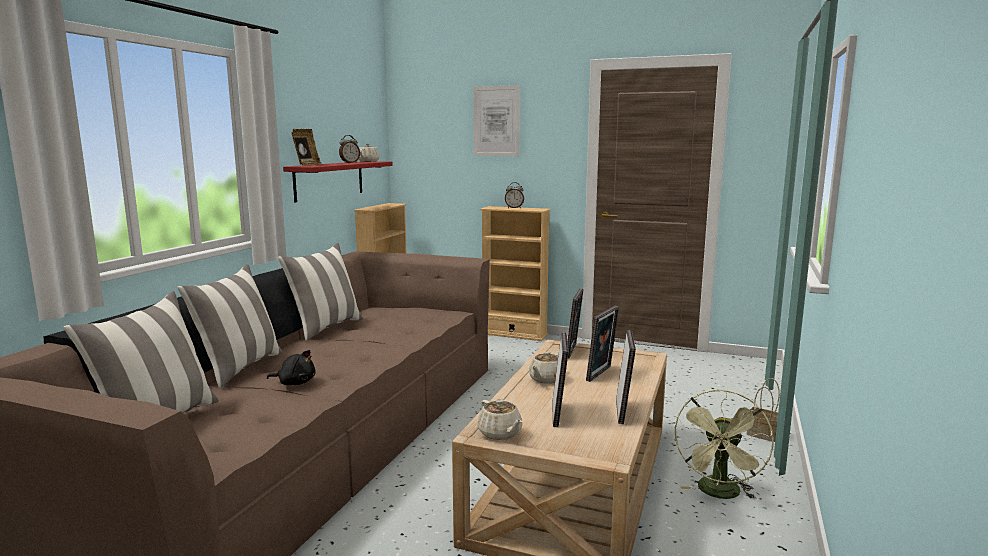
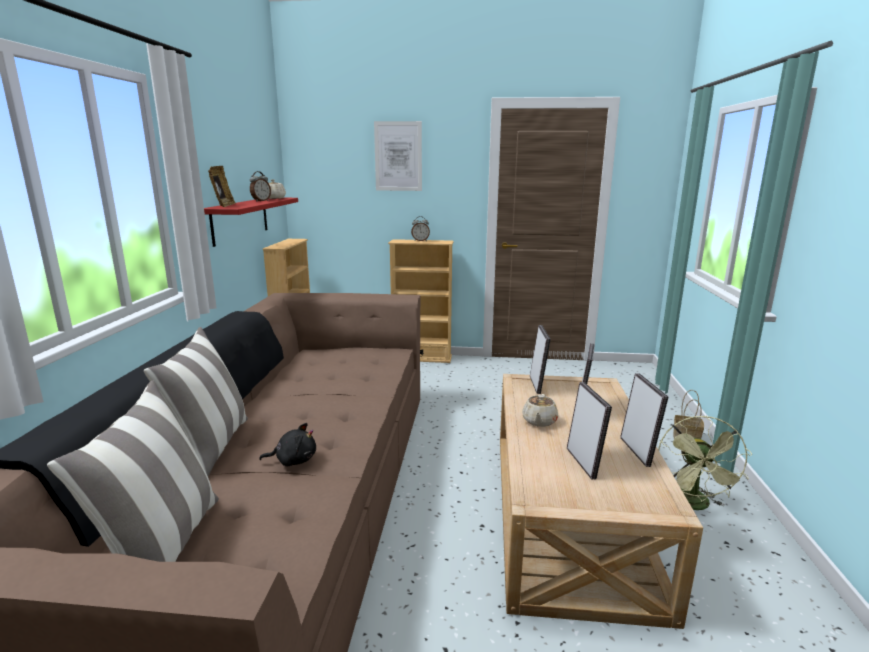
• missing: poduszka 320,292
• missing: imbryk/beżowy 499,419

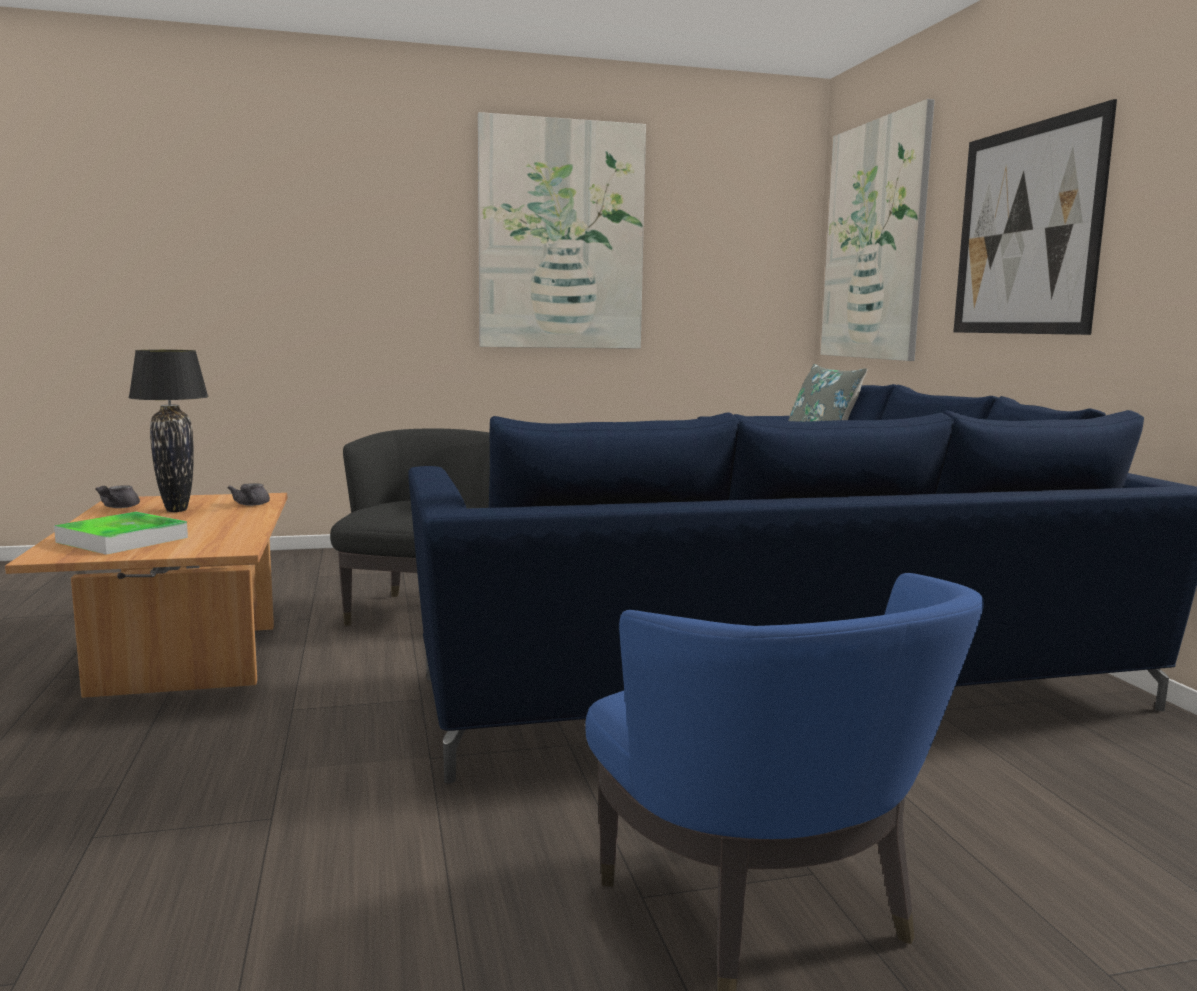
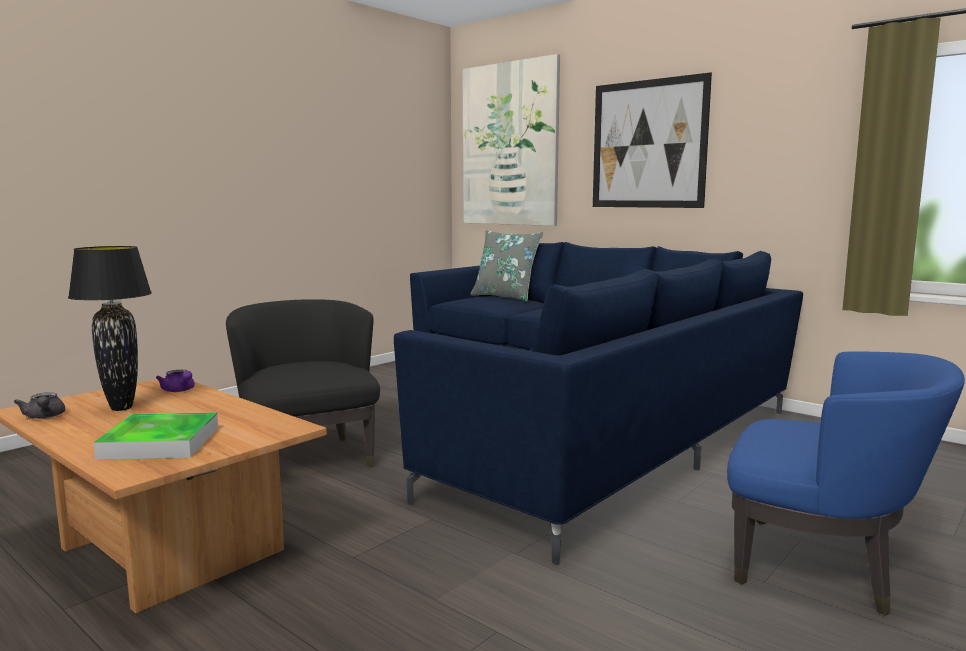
• colour: imbryk/szary 248,494 to imbryk/fioletowy 175,381
• missing: obraz 562,230

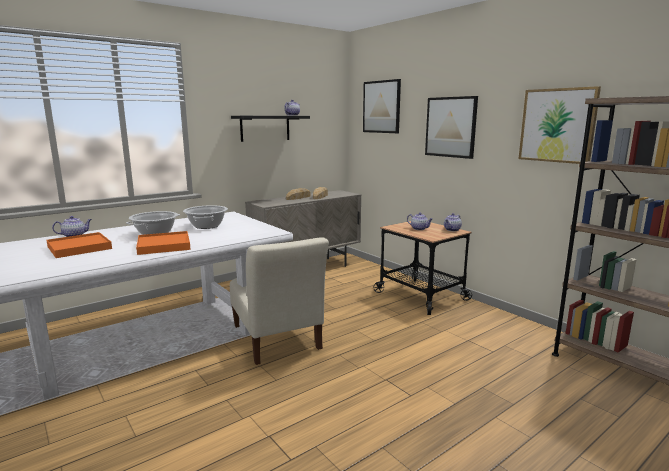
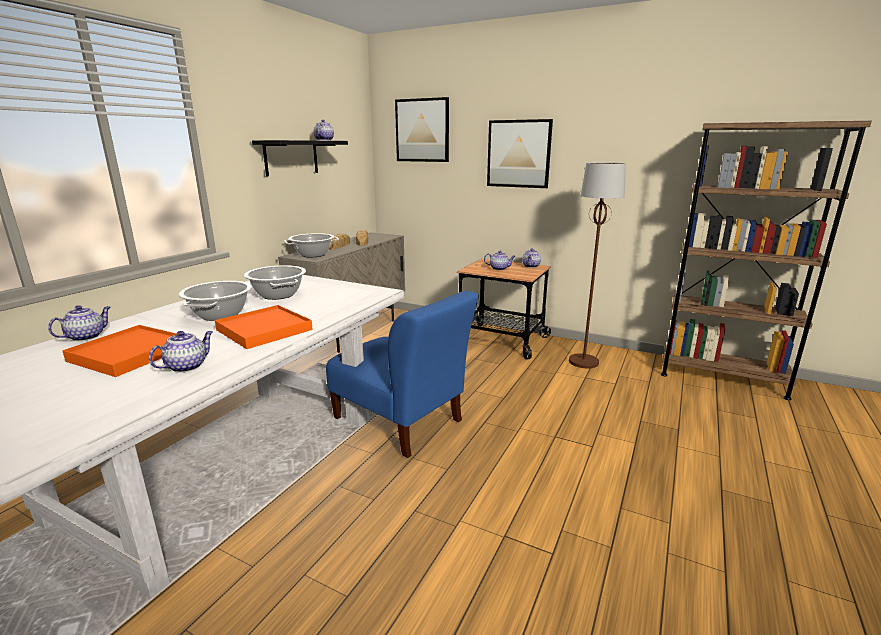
• colour: krzesło/beżowy 279,301 to krzesło/niebieski 402,374
• missing: obraz 560,125
• appeared: imbryk 181,352
• appeared: garnek 311,245
• appeared: lampa stojąca/brązowy 597,265

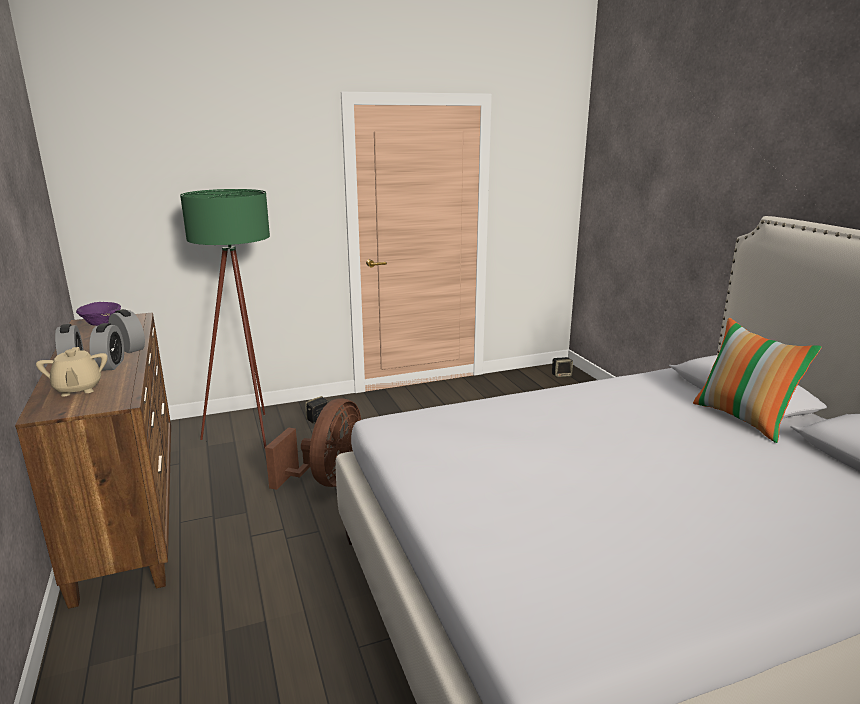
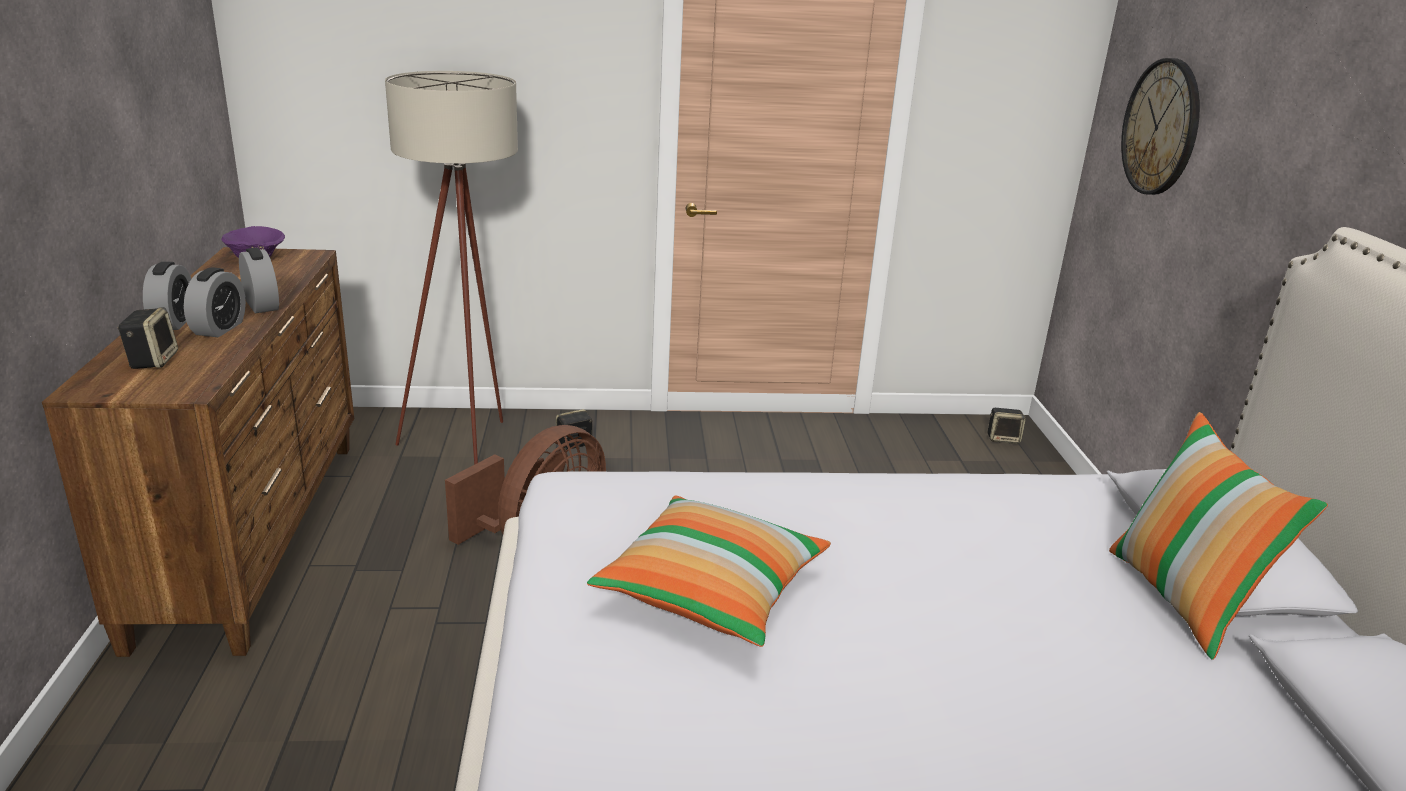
• exchanged: imbryk/beżowy 72,372 to głośnik 147,338
• colour: lampa stojąca/zielony 225,318 to lampa stojąca/beżowy 451,268
• appeared: poduszka 709,571
• appeared: zegar ścienny 1160,126

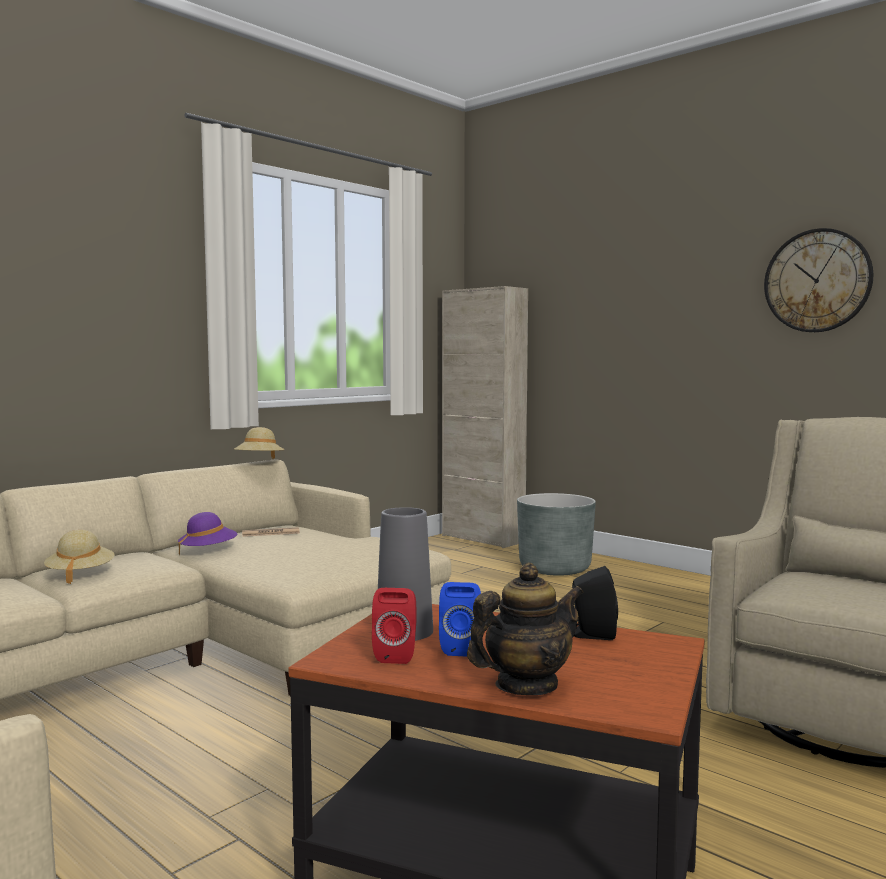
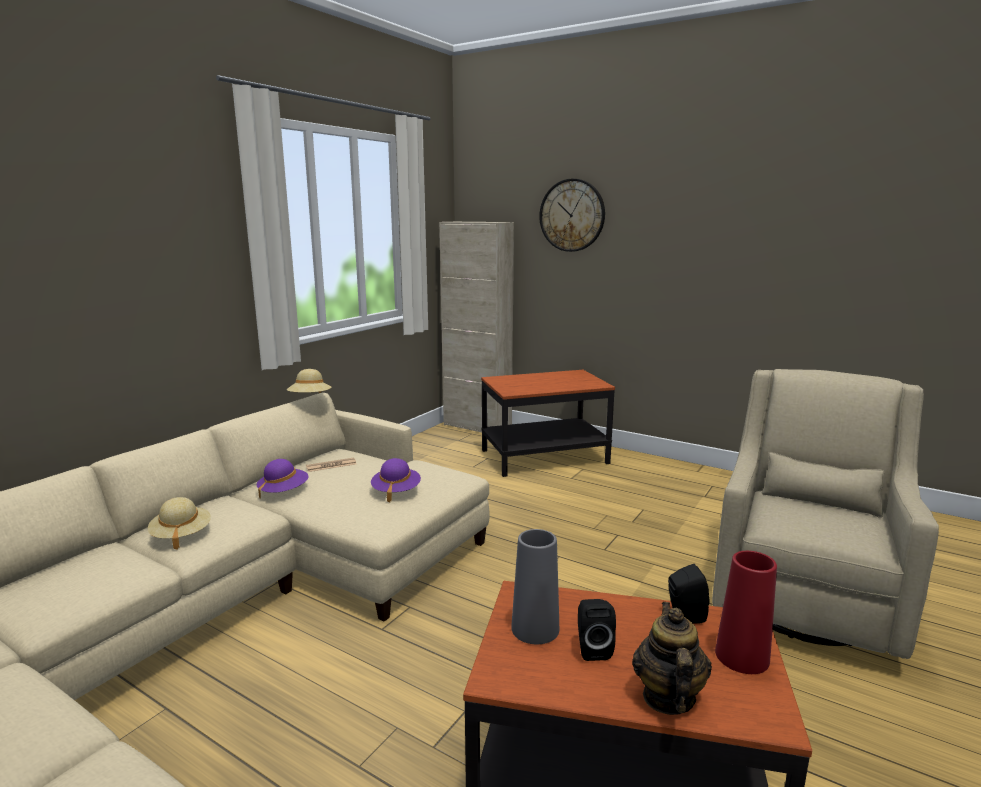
• missing: głośnik/czerwony 394,626
• colour: głośnik/niebieski 460,619 to głośnik/czarny 597,630
• spun: imbryk 525,628 = 672,658 45 degrees counterclockwise
• exchanged: donica/szary 556,534 to stolik 548,423
• relocated: zegar ścienny 819,280 to 572,215
• appeared: kapelusz/fioletowy 396,480
• appeared: wazon/czerwony 746,612

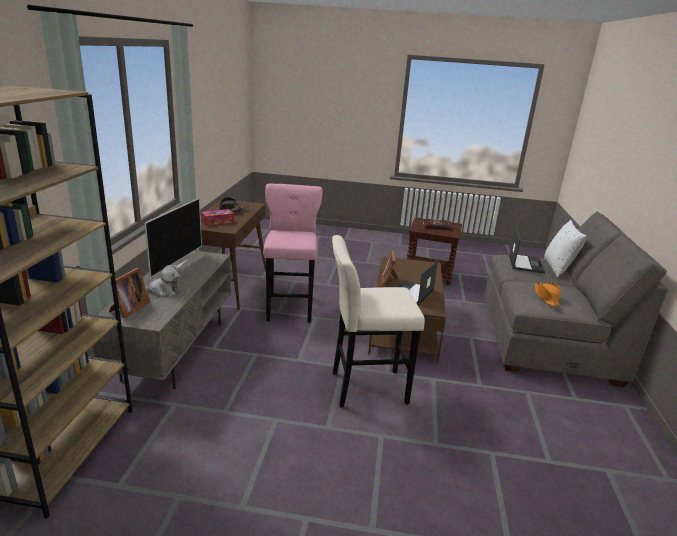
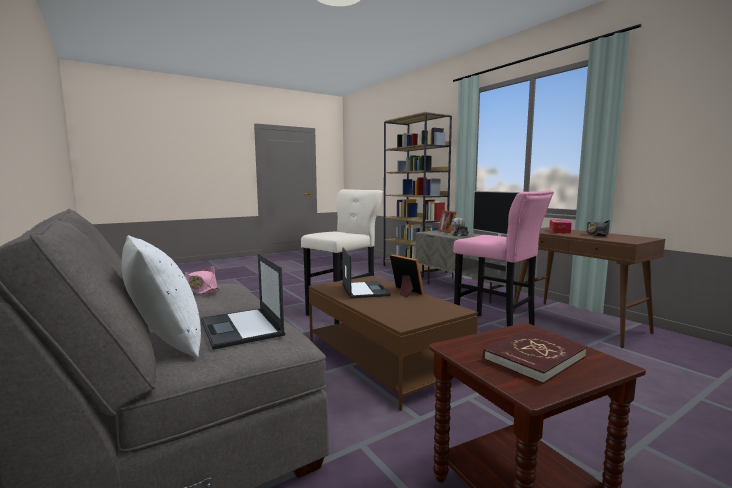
• colour: kapelusz/pomarańczowy 548,294 to kapelusz/różowy 202,280

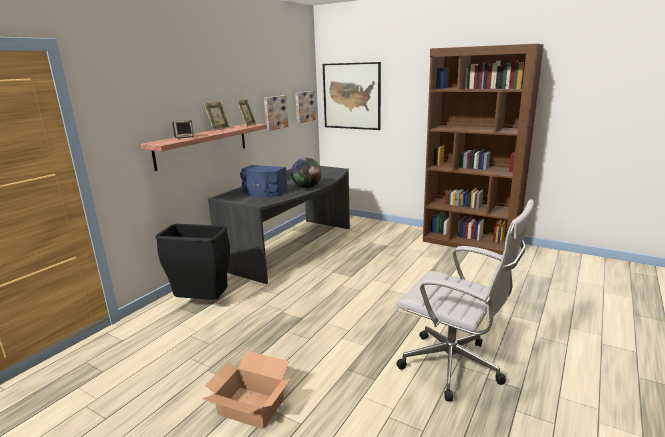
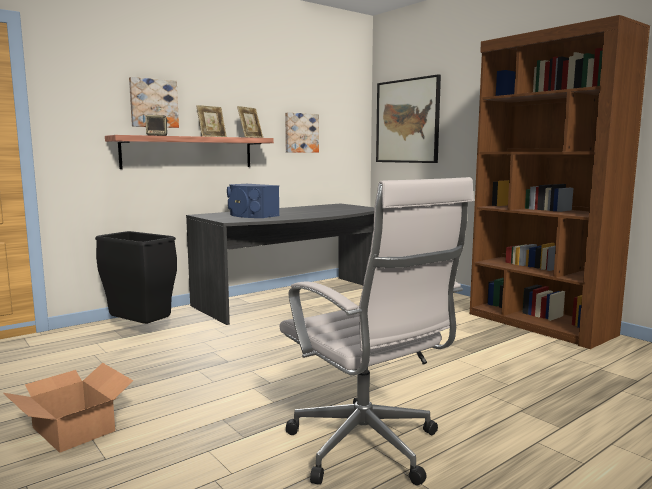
• missing: globus 306,173
• relocated: obraz 305,107 to 154,102

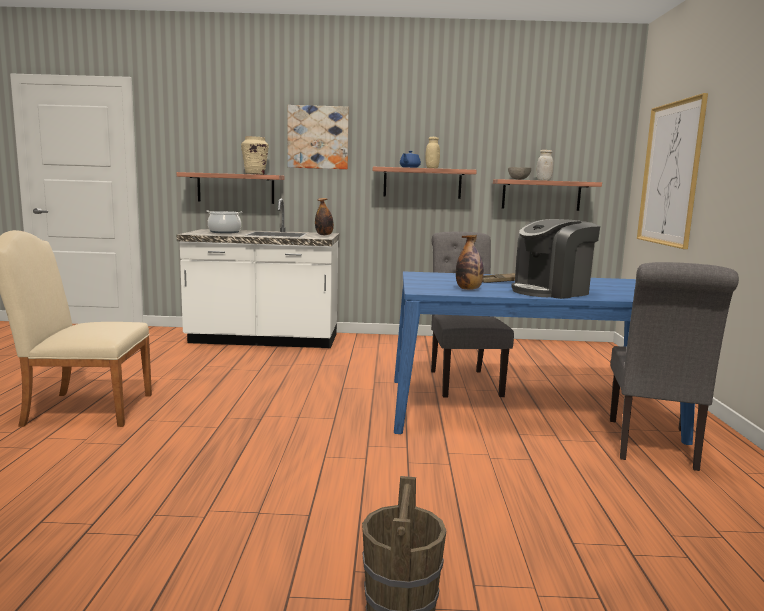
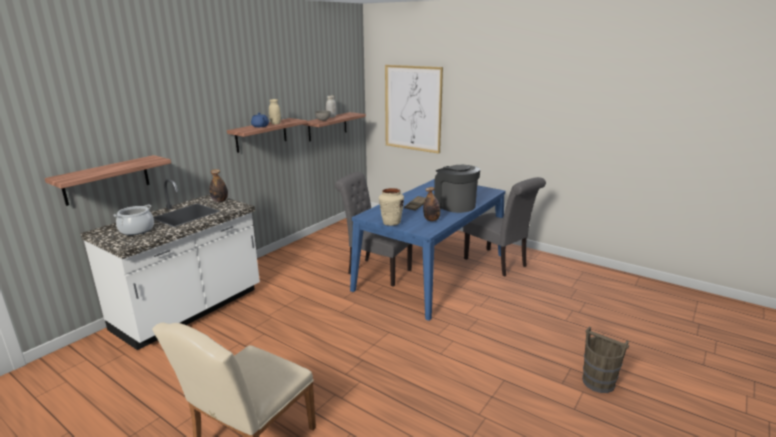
• relocated: wazon/beżowy 255,155 to 391,207
• missing: obraz 318,137
• spun: ekspres do kawy 555,259 = 457,189 135 degrees clockwise

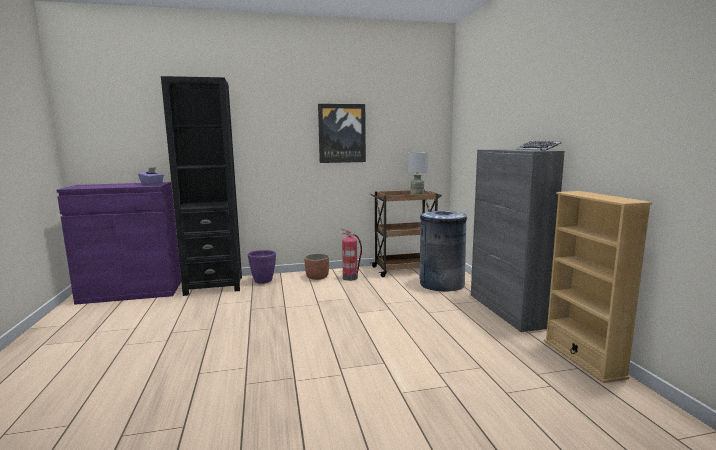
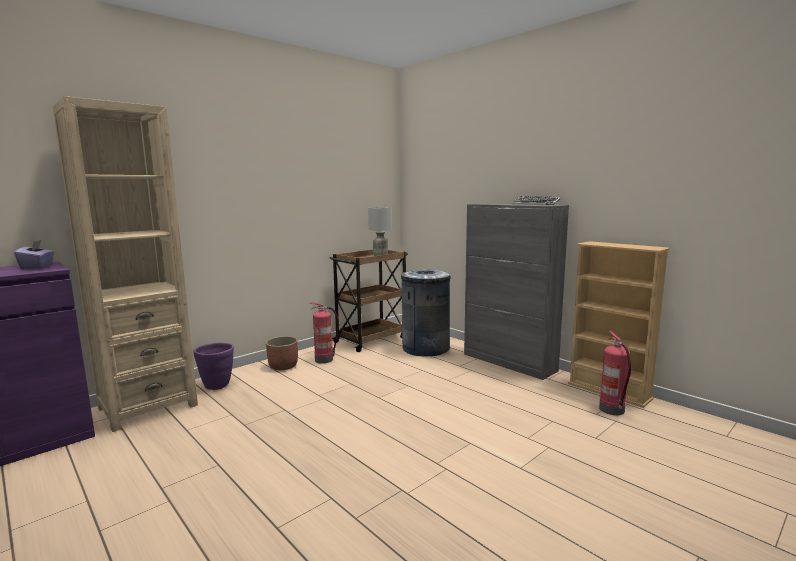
• colour: regał/czarny 201,186 to regał/beżowy 125,264
• missing: obraz 342,133
• appeared: gaśnica 615,373

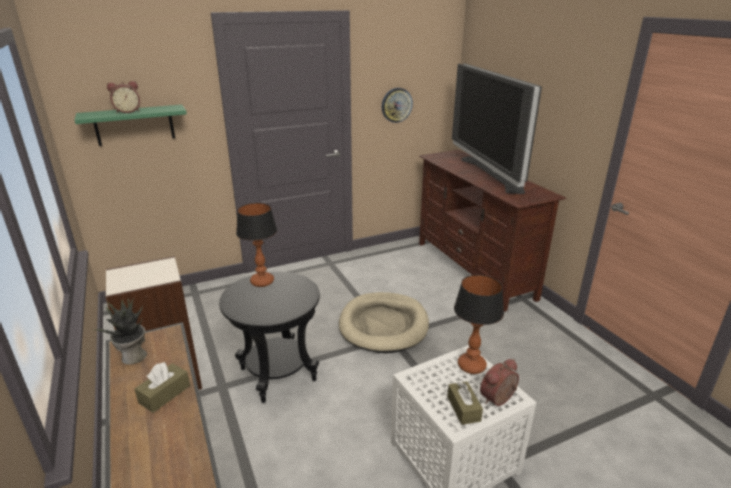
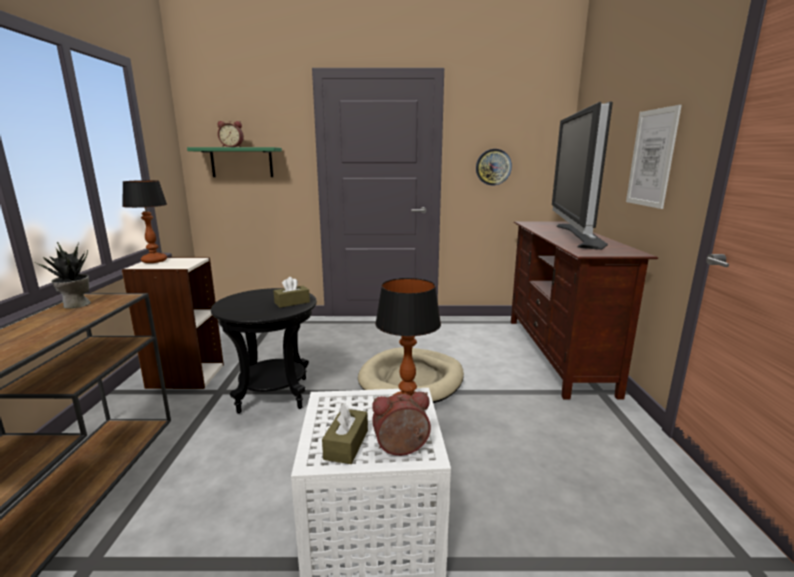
• relocated: pudełko chusteczek/brązowy 162,387 to 292,292
• relocated: lampa stołowa 256,245 to 144,221
• appeared: obraz 654,157

